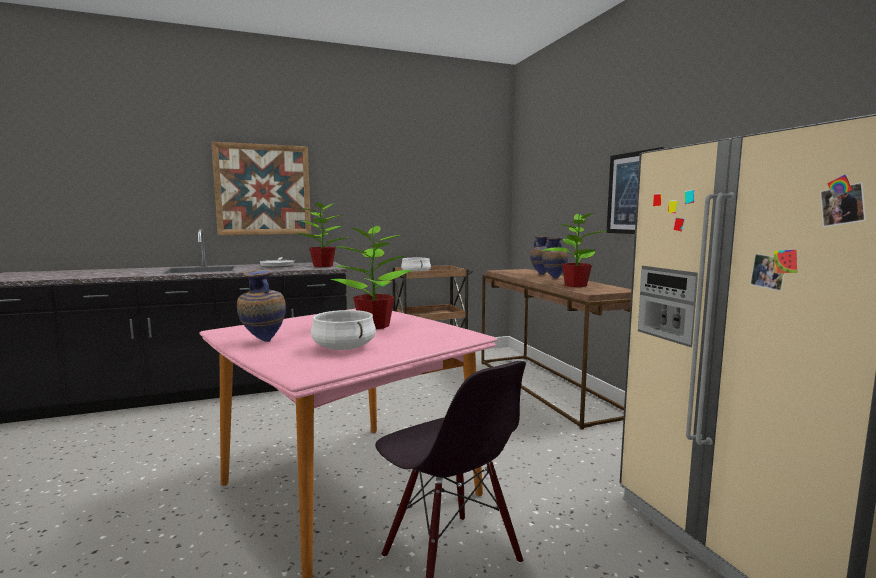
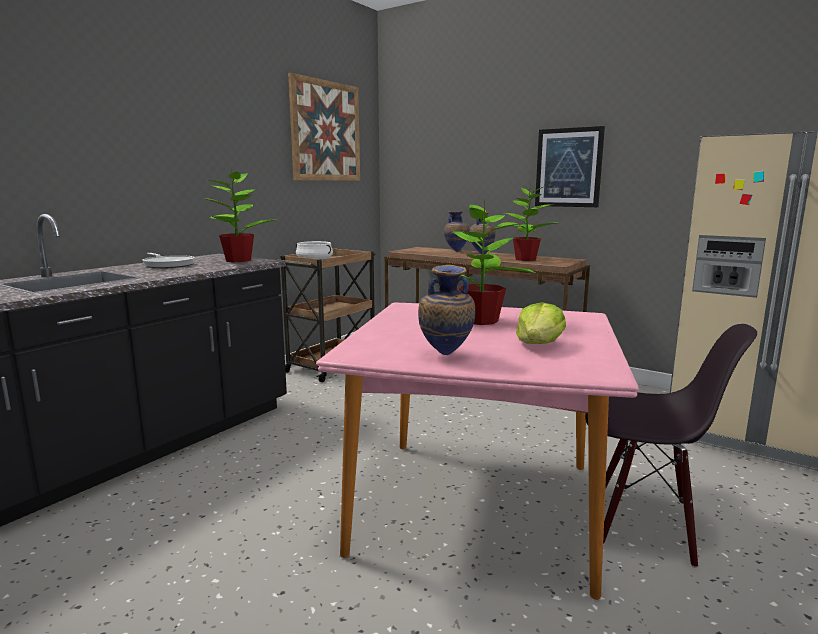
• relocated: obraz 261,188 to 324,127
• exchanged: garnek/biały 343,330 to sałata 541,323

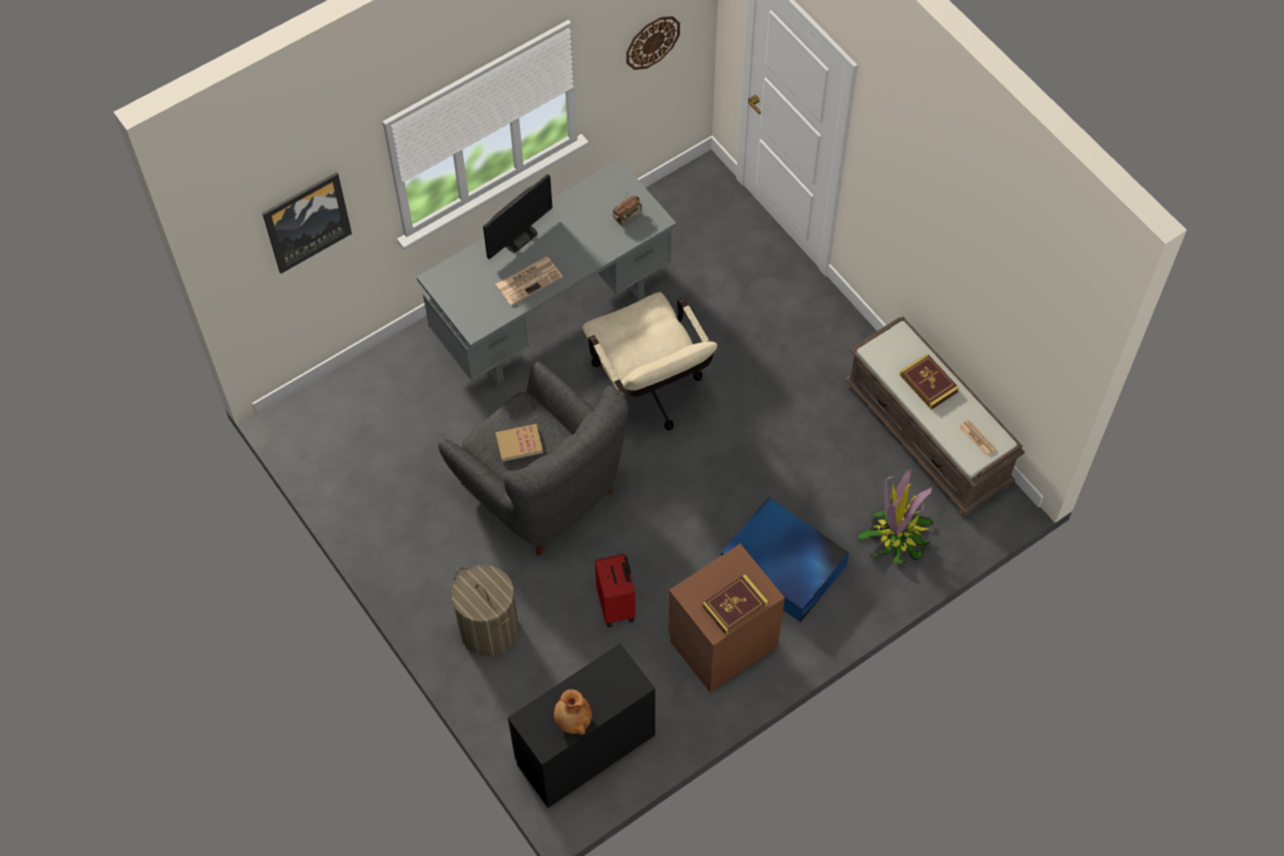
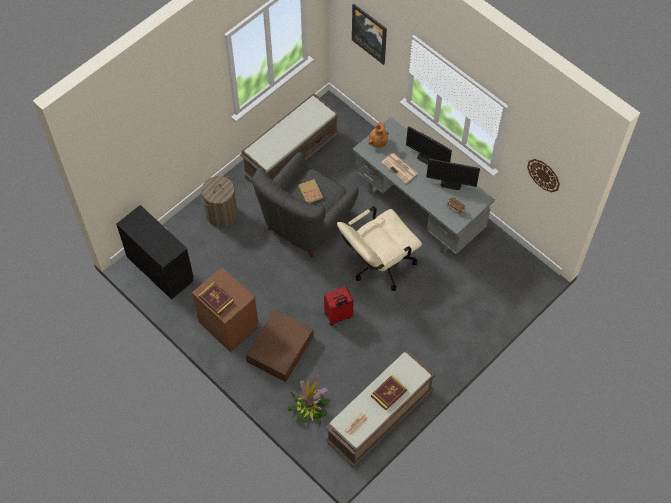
• relocated: wazon/brązowy 573,712 to 379,134
• relocated: walizka/czerwony 615,590 to 338,306
• colour: pojemnik do przechowywania/niebieski 785,559 to pojemnik do przechowywania/brązowy 280,346
• appeared: ławka/brązowy 290,137
• appeared: monitor 453,174

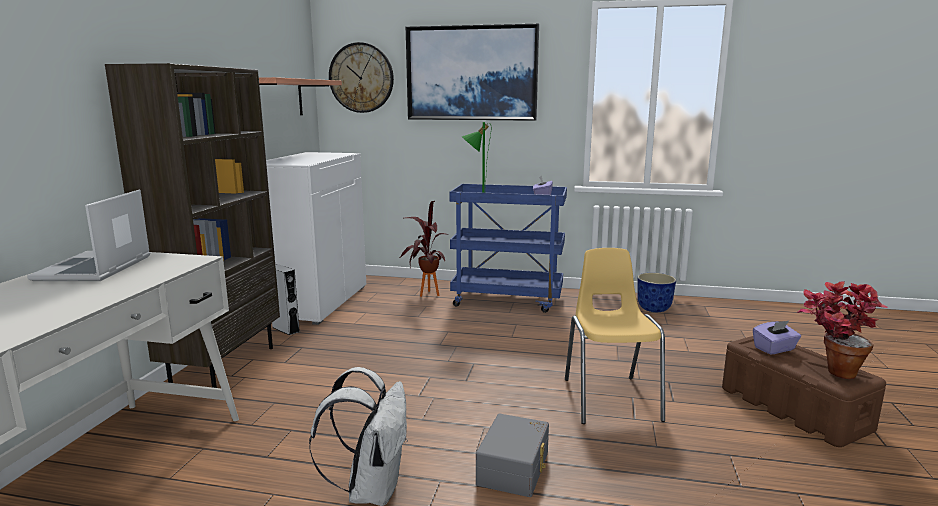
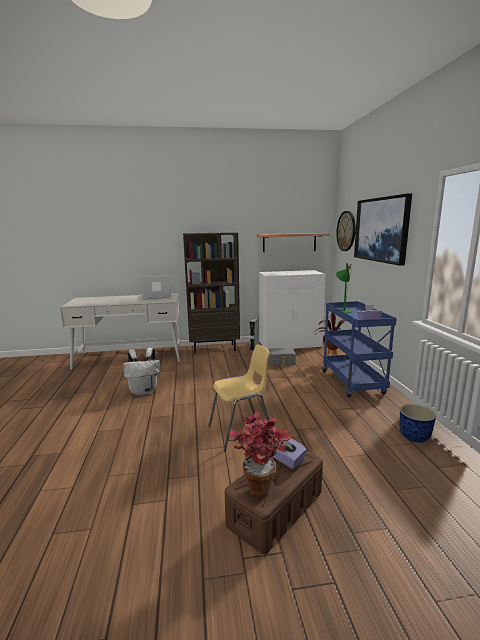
• relocated: pojemnik do przechowywania/szary 512,455 to 282,357

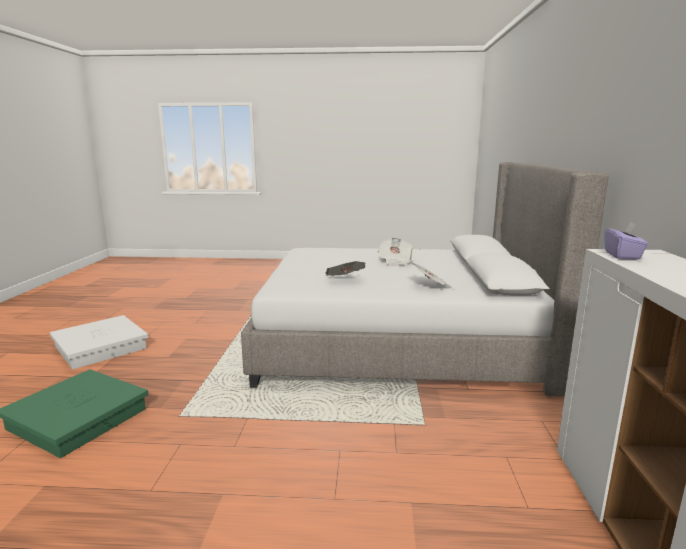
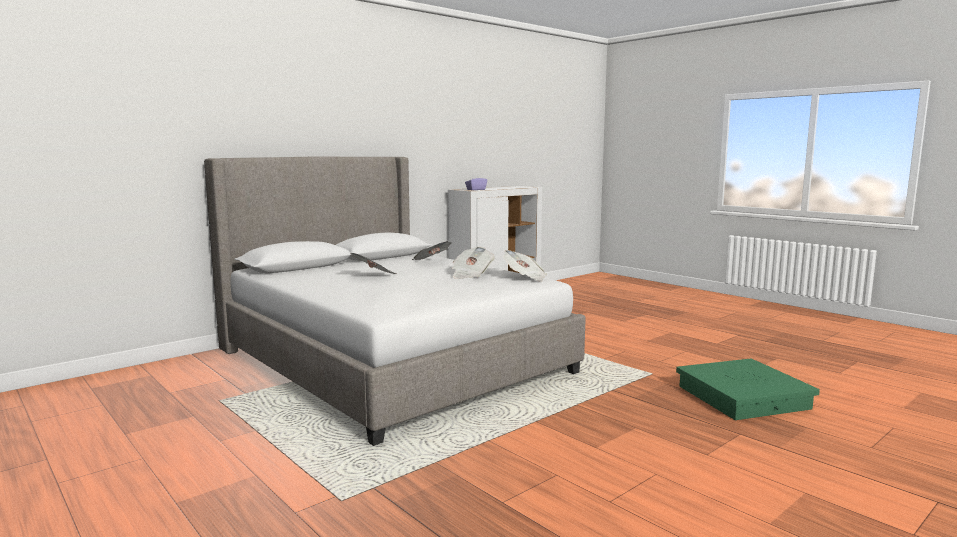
• missing: pojemnik do przechowywania/biały 99,342
• appeared: gazeta 525,266

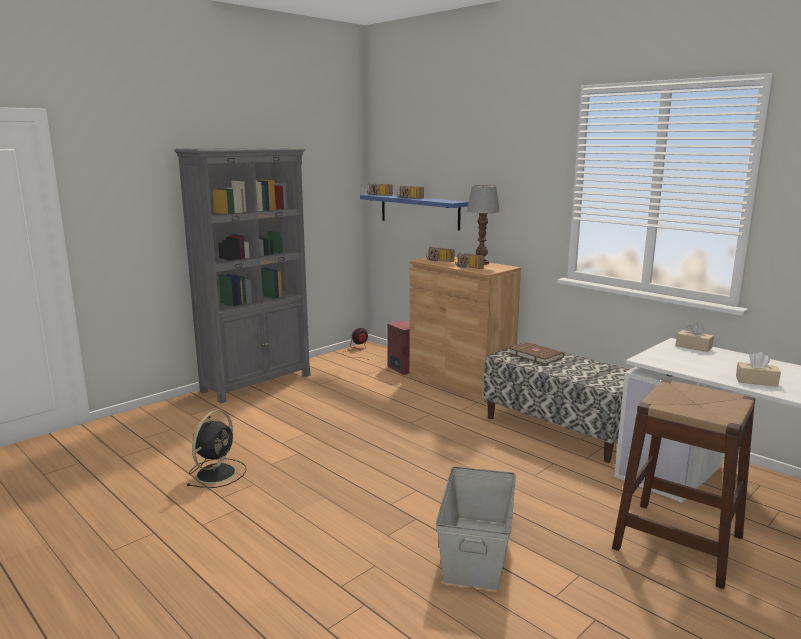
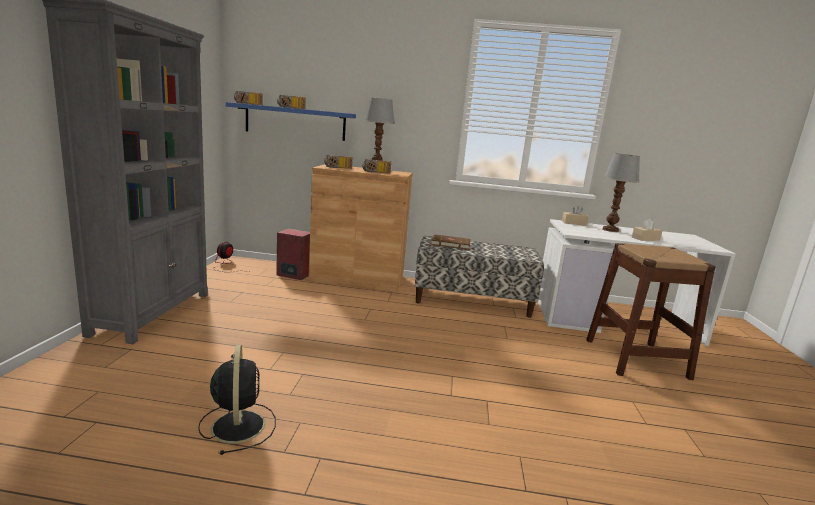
• missing: pojemnik do przechowywania/szary 476,528
• appeared: lampa stołowa 621,192

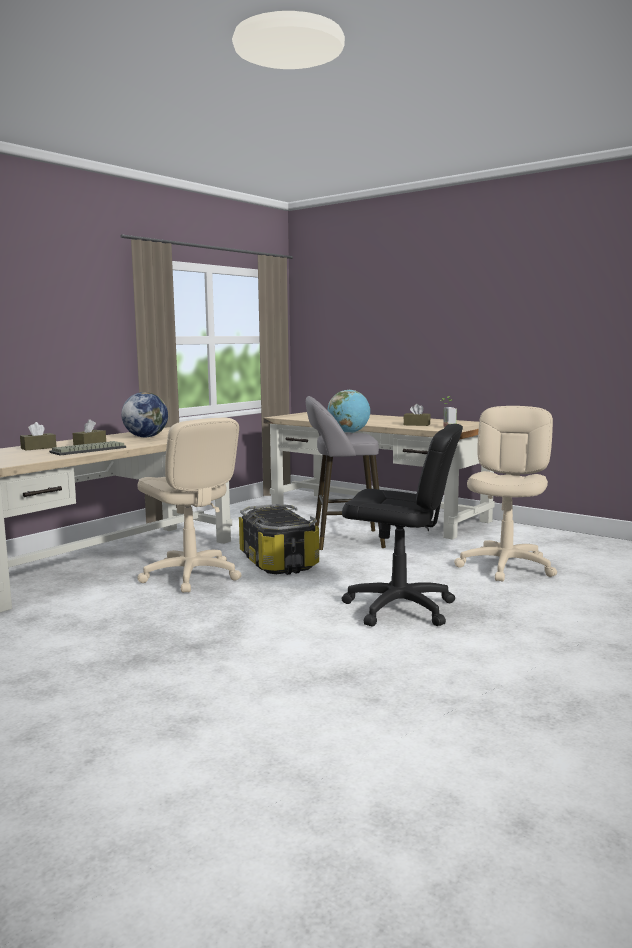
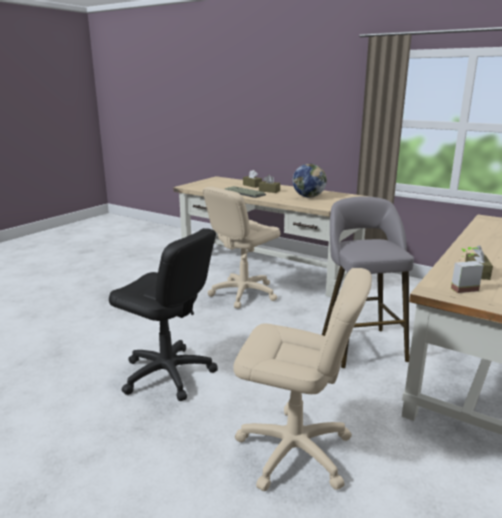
• missing: pojemnik do przechowywania 279,539
• missing: globus 348,411
• spun: krzesło biurowe/czarny 402,525 = 163,314 75 degrees counterclockwise

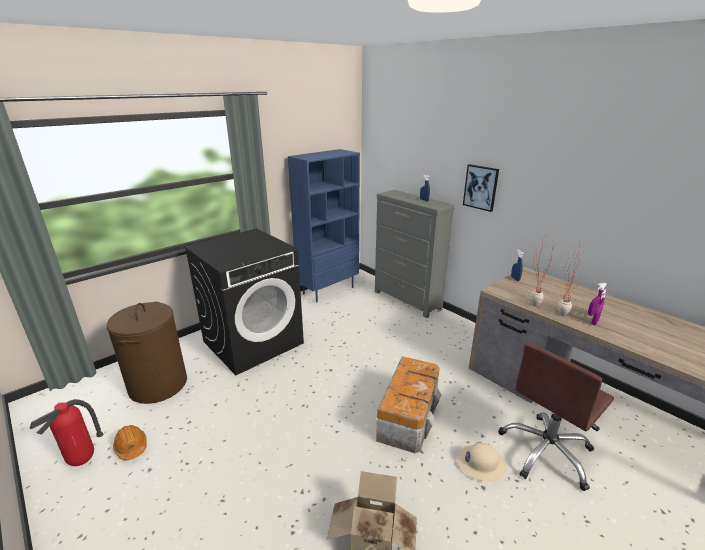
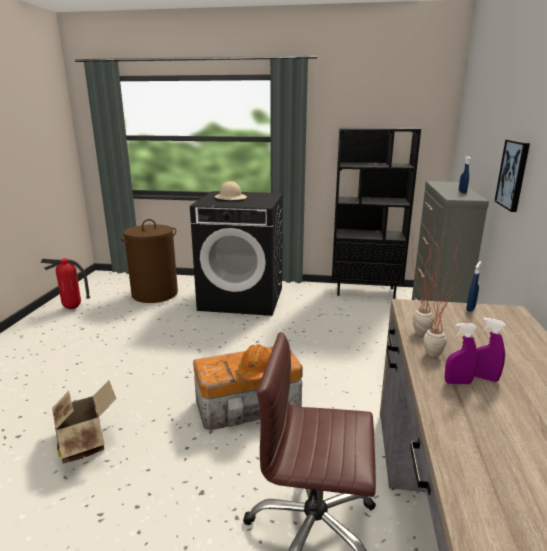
• relocated: kask/pomarańczowy 129,442 to 254,362
• colour: regał/niebieski 324,226 to regał/czarny 376,213
• relocated: kask/beżowy 481,462 to 231,190

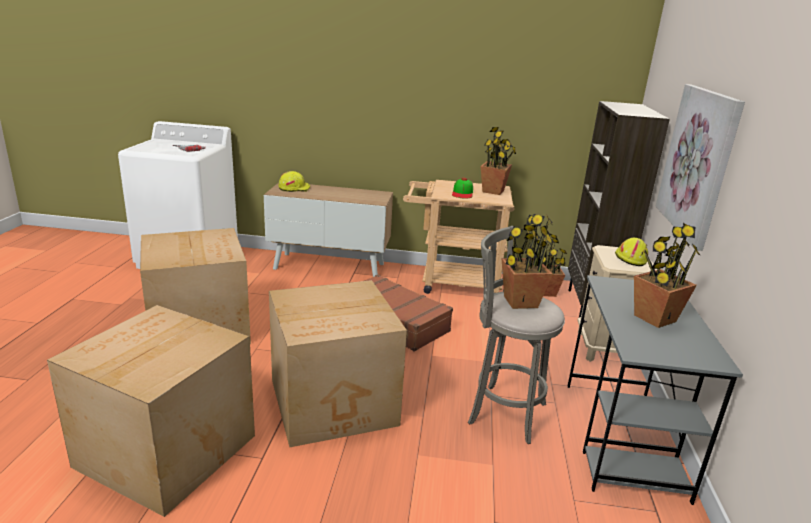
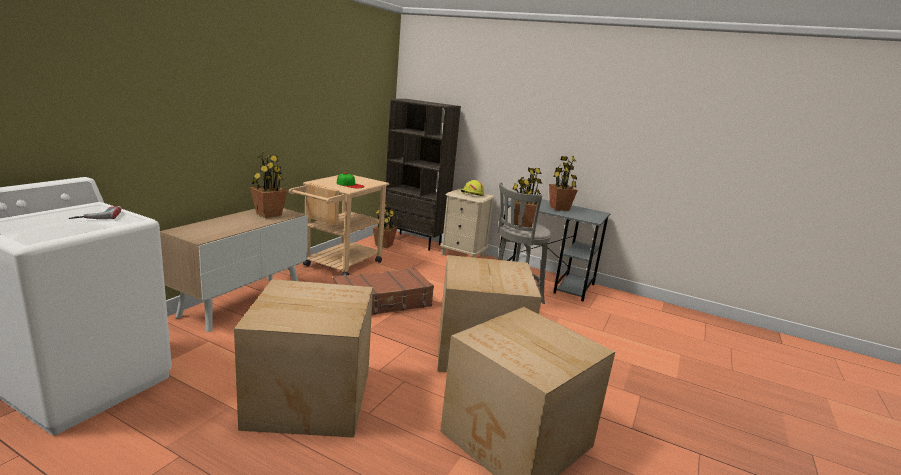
• missing: kask/żółty 294,181
• relocated: roślina doniczkowa 498,161 to 268,185
• missing: obraz 700,167

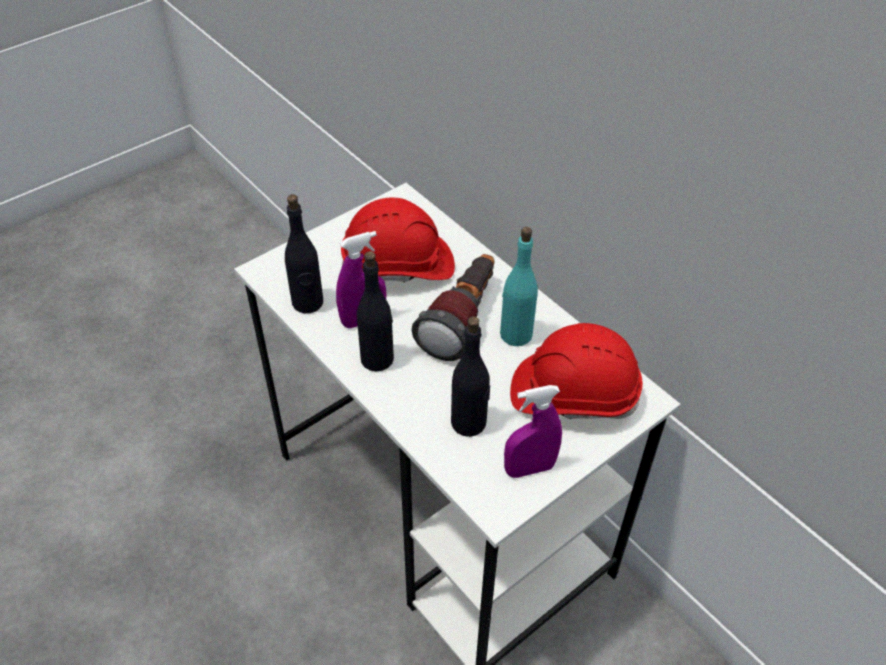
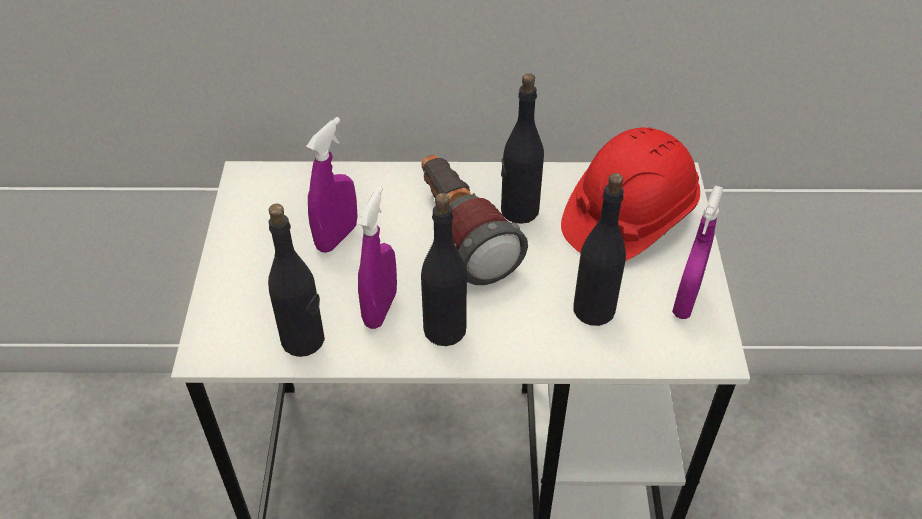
• exchanged: kask/czerwony 398,240 to spryskiwacz/fioletowy 332,185
• colour: butelka/turkusowy 519,286 to butelka/czarny 522,148

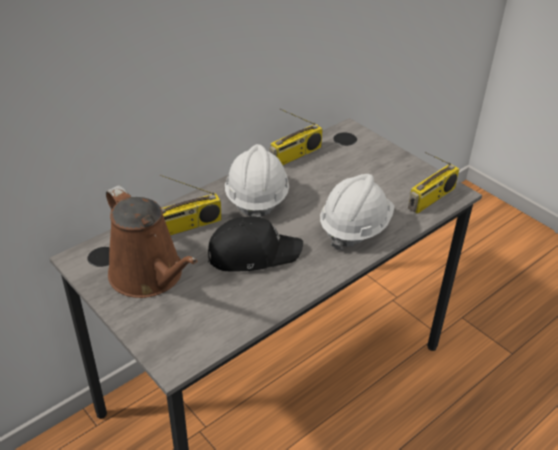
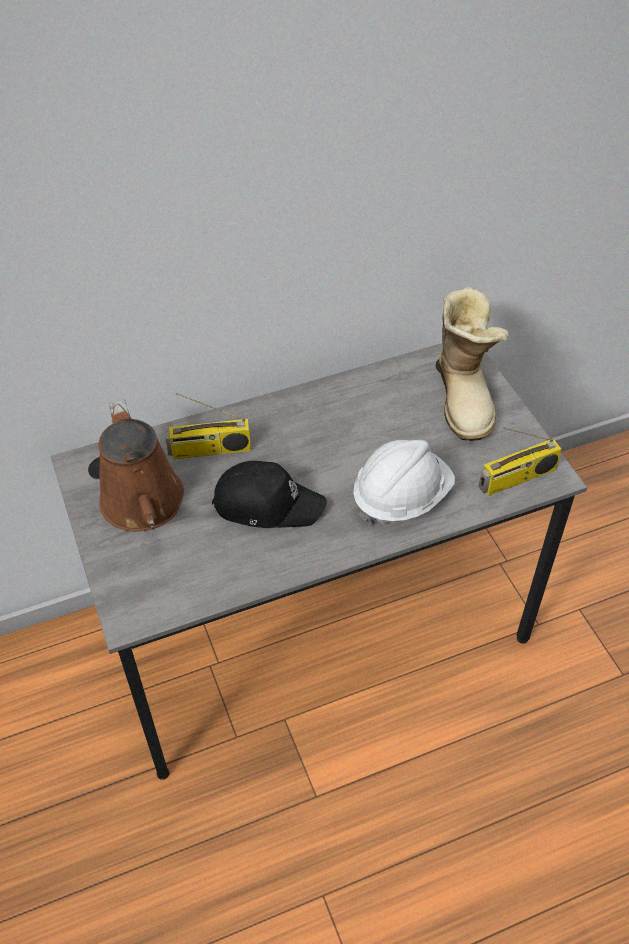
• missing: kask/biały 257,181
• missing: radio 296,137
• appeared: but z cholewką 473,363

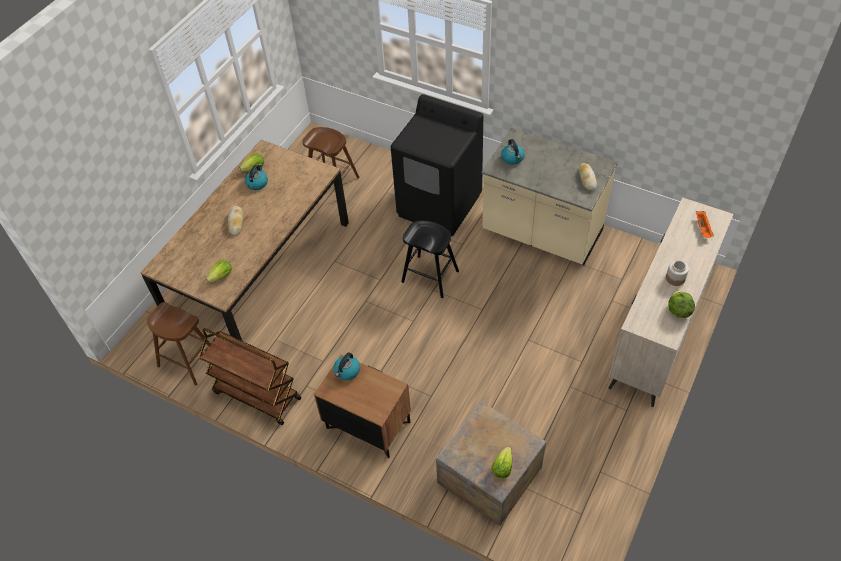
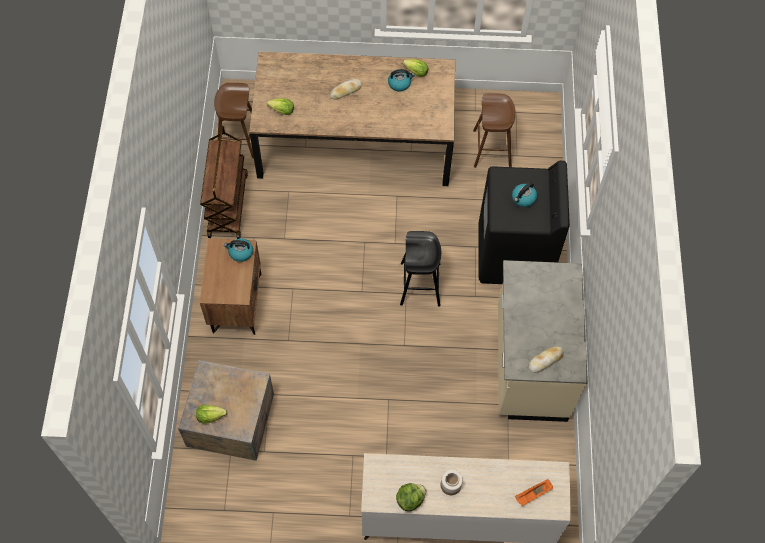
• relocated: czajnik 513,151 to 524,194

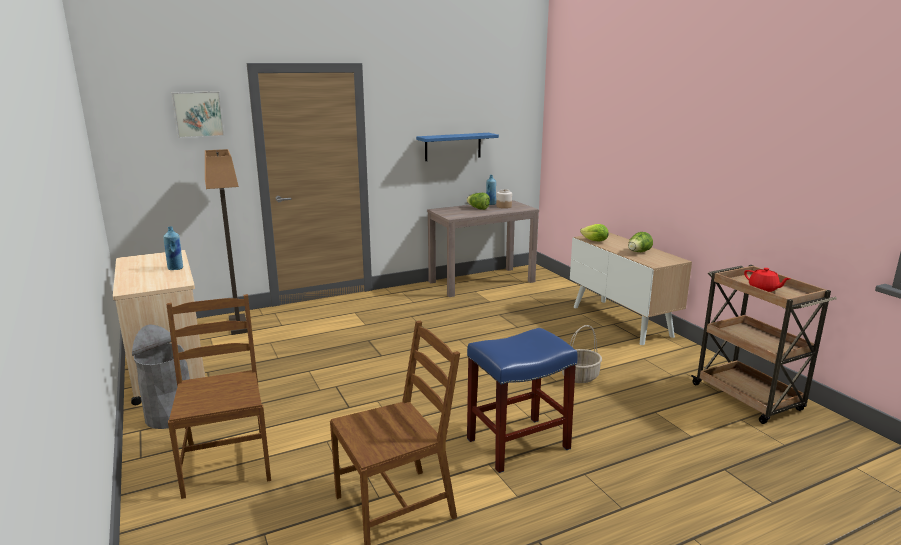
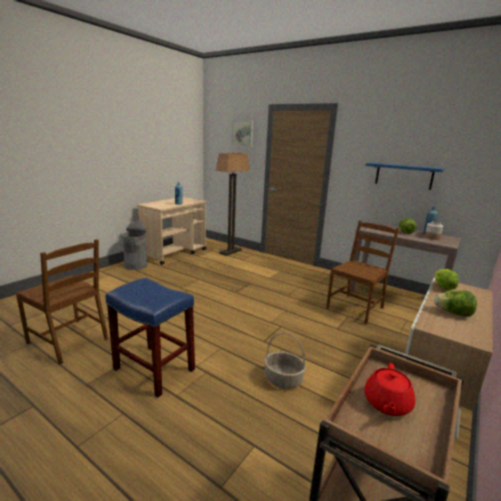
• relocated: krzesło/brązowy 219,396 to 362,272

